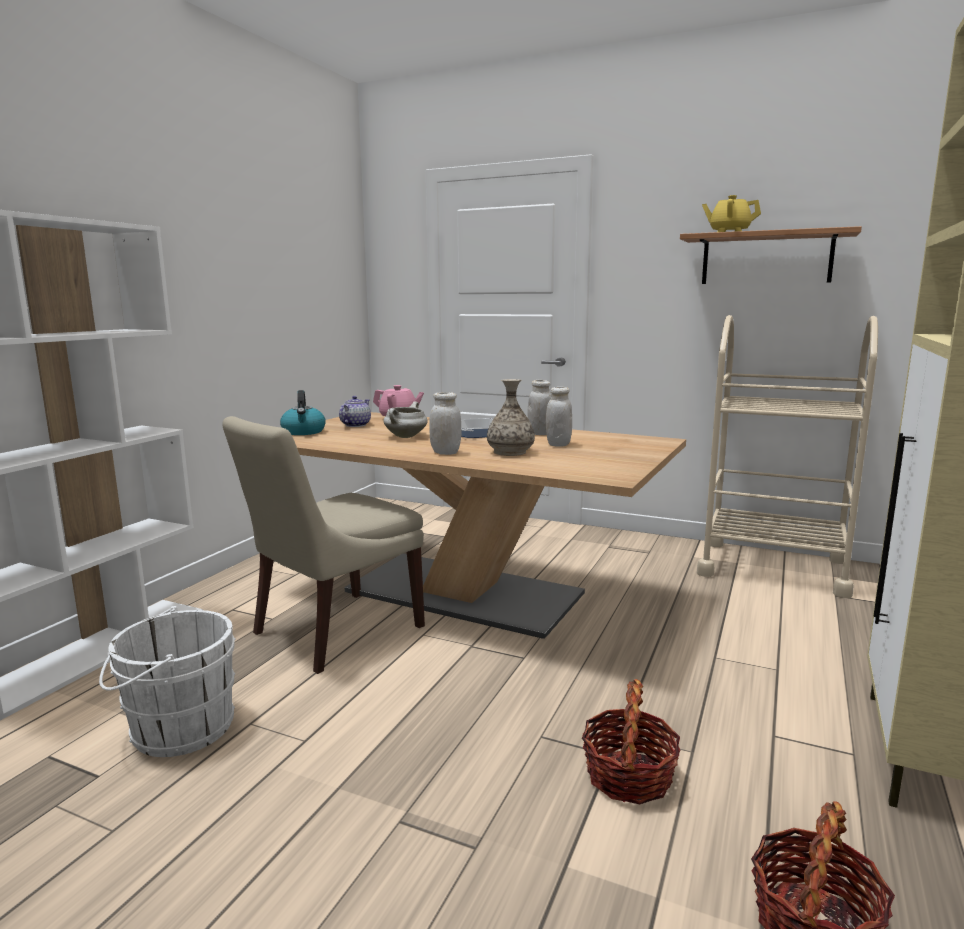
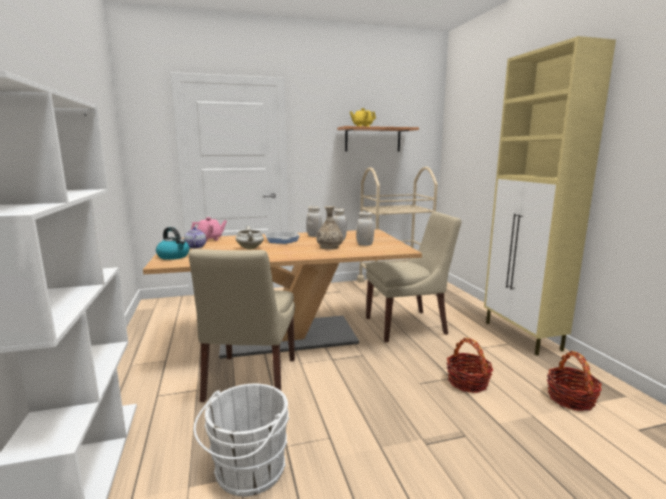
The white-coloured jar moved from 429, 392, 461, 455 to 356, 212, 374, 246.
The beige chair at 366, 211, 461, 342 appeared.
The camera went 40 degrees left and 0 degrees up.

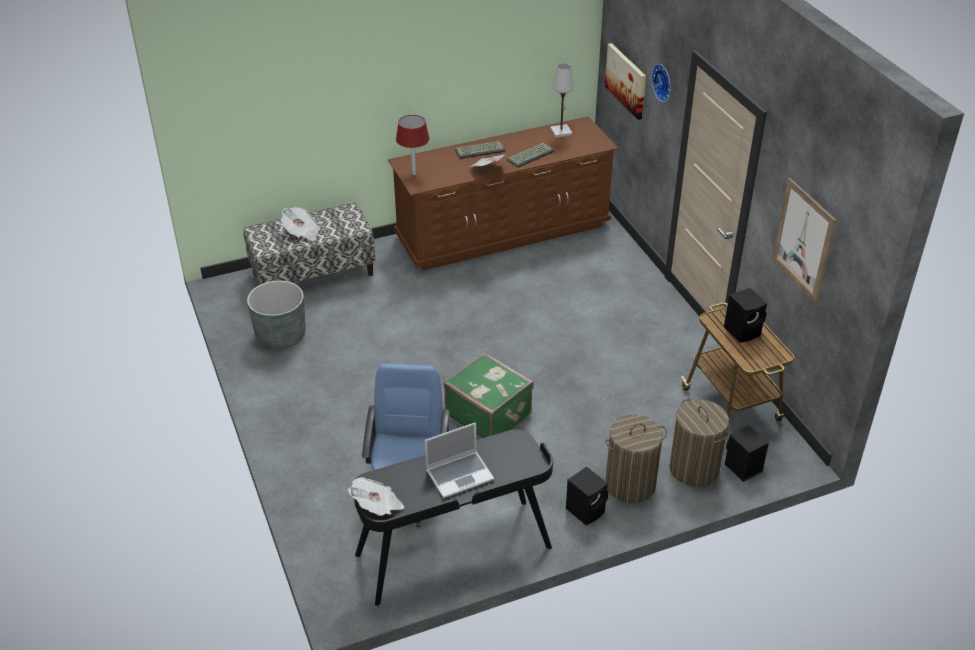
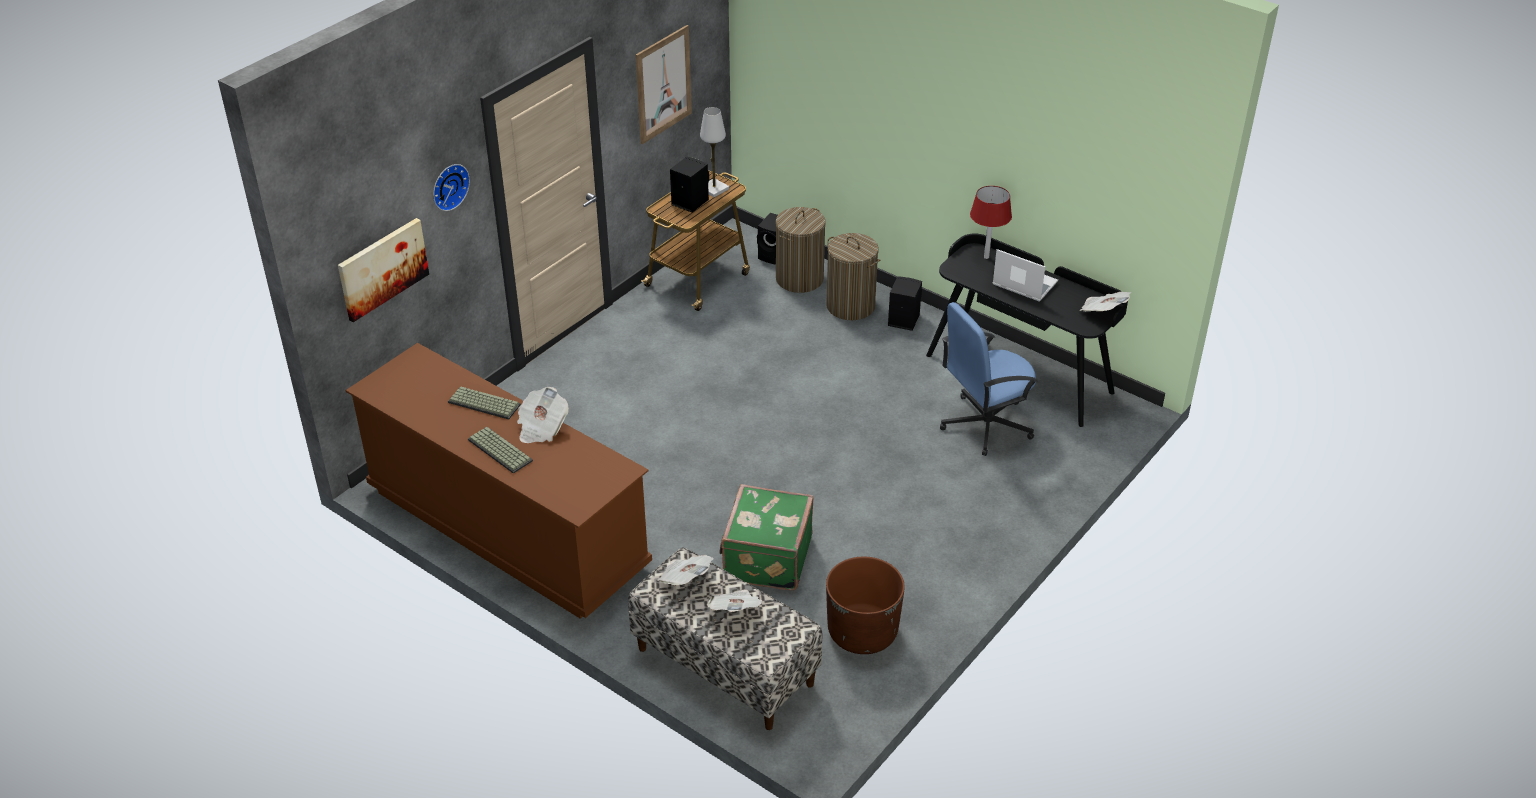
The white-coloured tabletop lamp moved from 550, 63, 574, 138 to 700, 107, 729, 197.
The reddish tabletop lamp moved from 396, 115, 430, 175 to 970, 186, 1012, 259.
The gray flower pot at 247, 281, 306, 349 became the brownish flower pot at 826, 557, 905, 654.
The greenish travel case moved from 444, 352, 534, 438 to 720, 484, 814, 591.
The daily paper at 657, 555, 713, 585 appeared.
The camera went 120 degrees left and 0 degrees up.

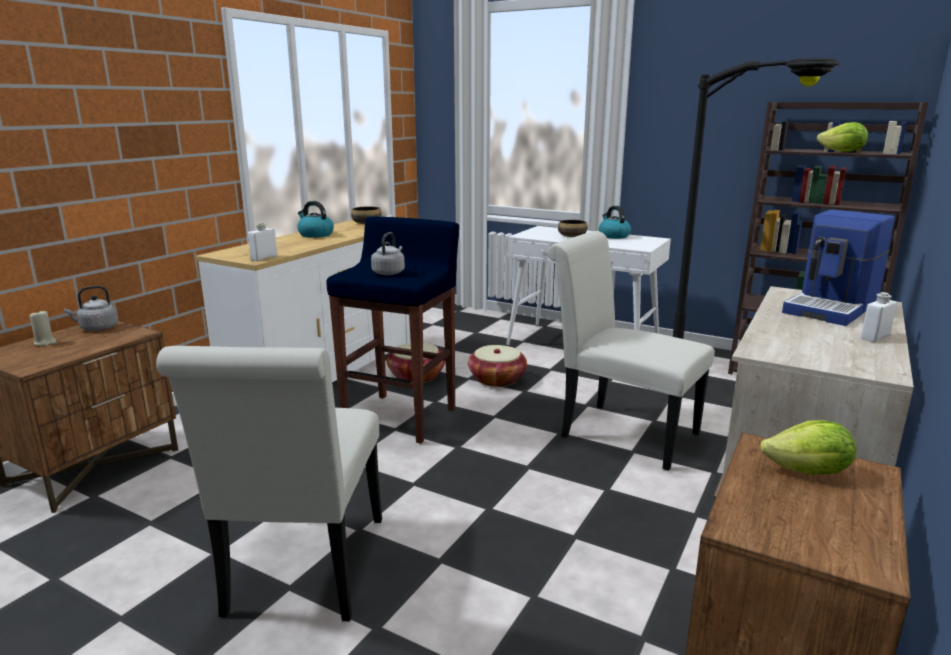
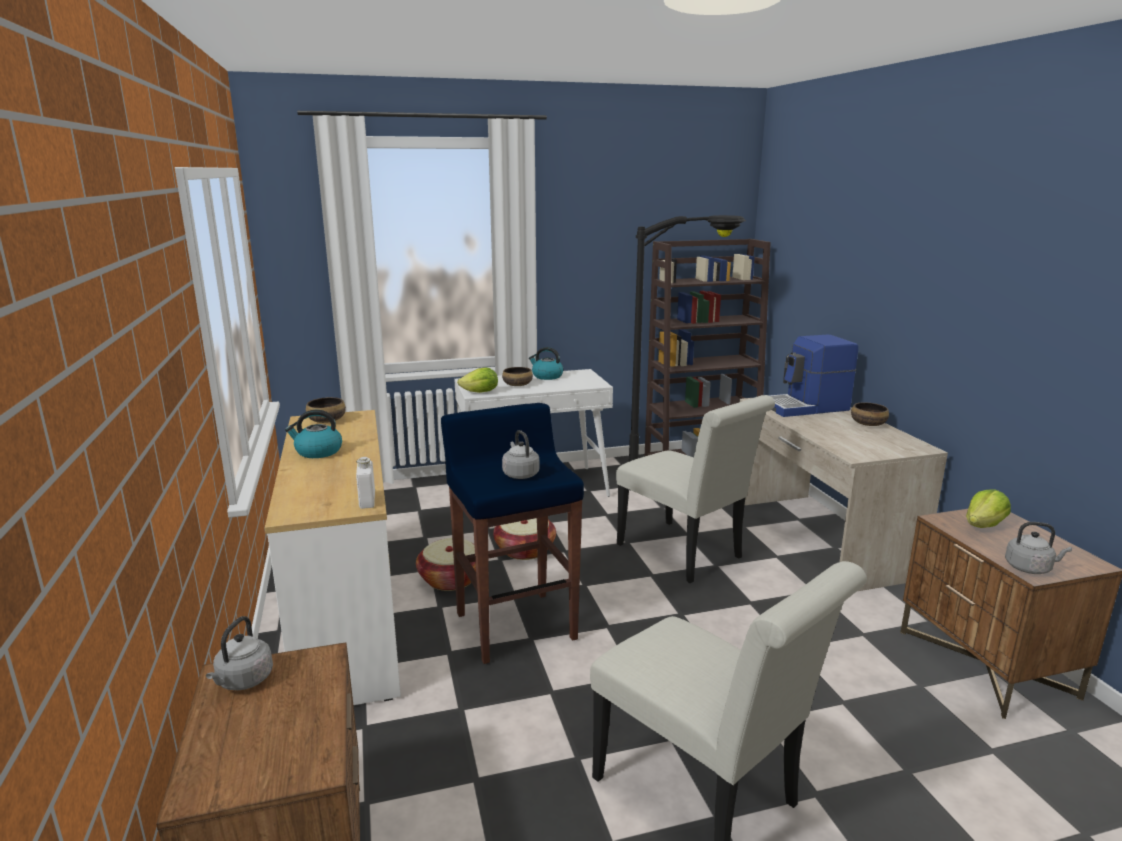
The head of lettuce moved from 817, 122, 868, 152 to 457, 367, 498, 393.
The coffee machine at 782, 210, 895, 326 turned 75 degrees clockwise.
The white-coloured chair at 547, 231, 715, 471 turned 120 degrees counterclockwise.
The white-coloured bottle at 861, 292, 897, 342 was replaced by the deep dish at 851, 402, 889, 426.
The beige wax light at 29, 311, 56, 346 disappeared.
The gray water kettle at 1005, 522, 1072, 574 appeared.
The camera went 45 degrees left and 0 degrees up.

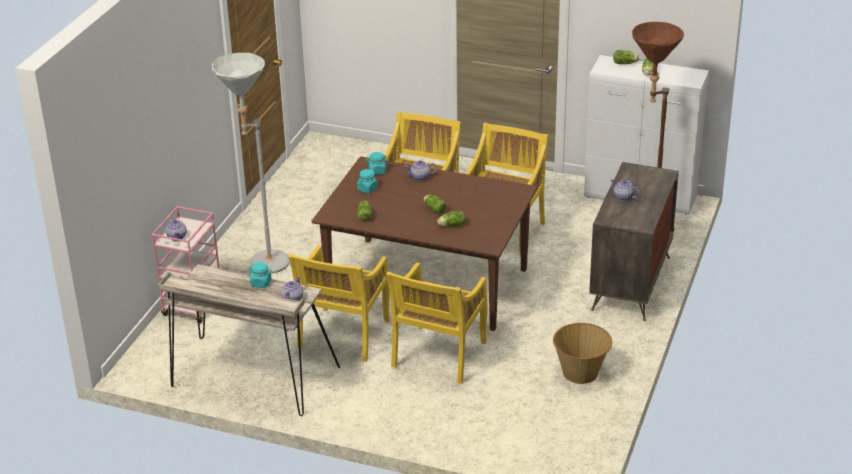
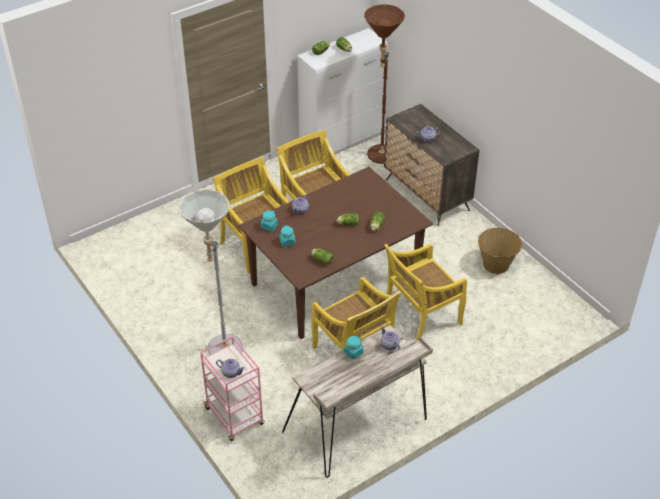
The yellow chair at 386, 262, 488, 384 turned 90 degrees clockwise.
The camera went 55 degrees left and 10 degrees up.

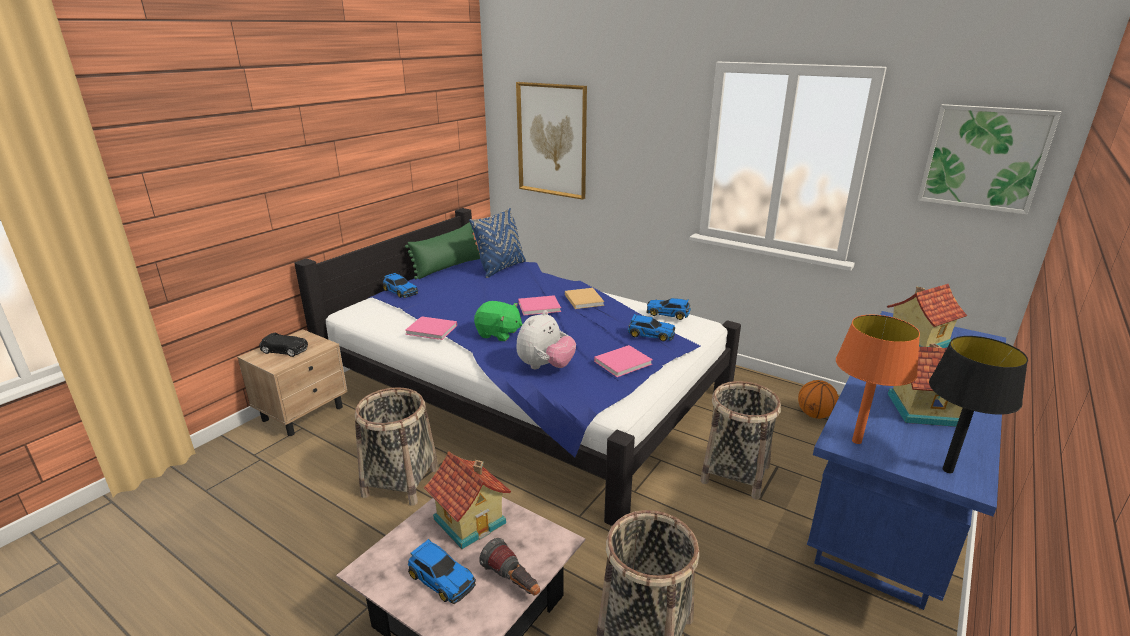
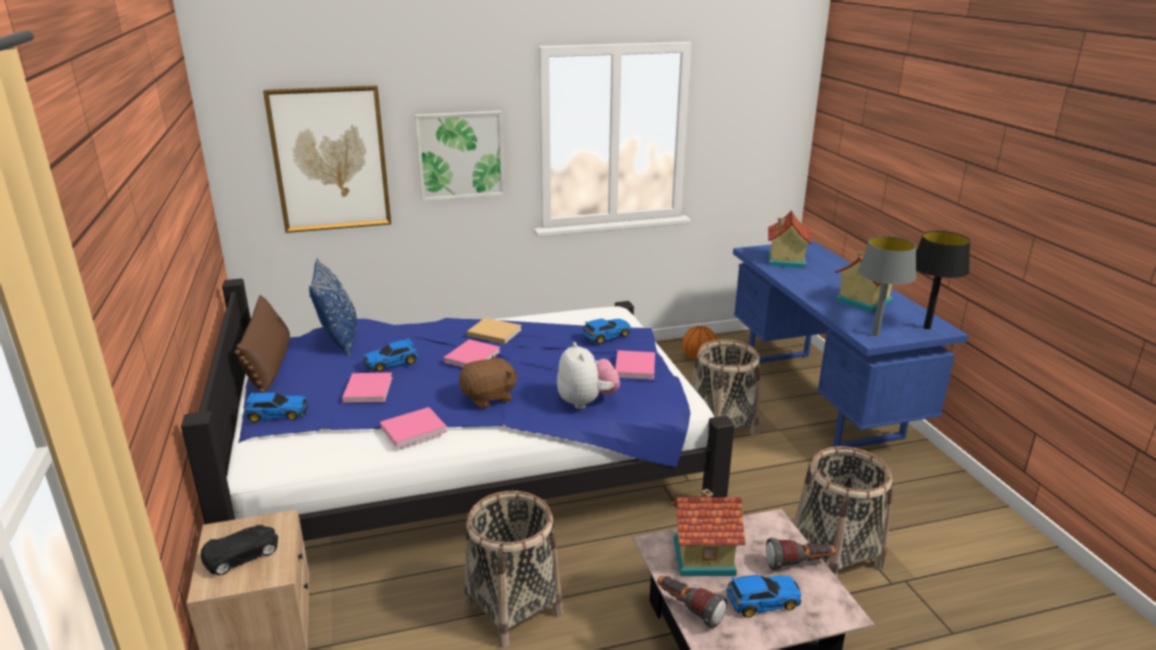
The wall picture moved from 917, 104, 1061, 215 to 415, 111, 505, 201.
The greenish throw pillow at 405, 222, 480, 279 became the brownish throw pillow at 234, 295, 290, 393.
The miniature car moved from 646, 298, 691, 320 to 364, 338, 418, 372.
The greenish plush toy at 474, 301, 523, 341 became the brownish plush toy at 459, 355, 518, 409.
The orangey tabletop lamp at 836, 315, 920, 444 became the gray tabletop lamp at 858, 236, 916, 336.
The pink volume at 342, 372, 393, 403 appeared.
The flashlight at 657, 576, 728, 629 appeared.
The camera went 50 degrees left and 0 degrees up.

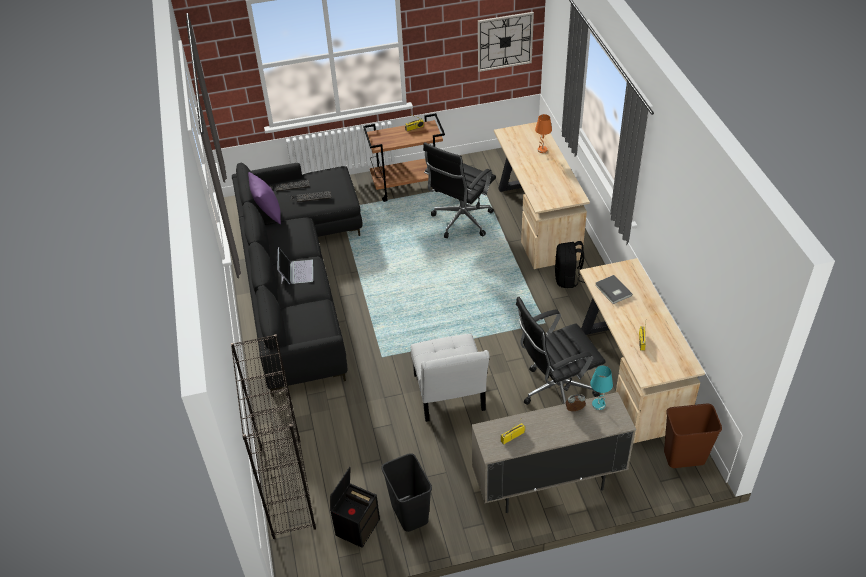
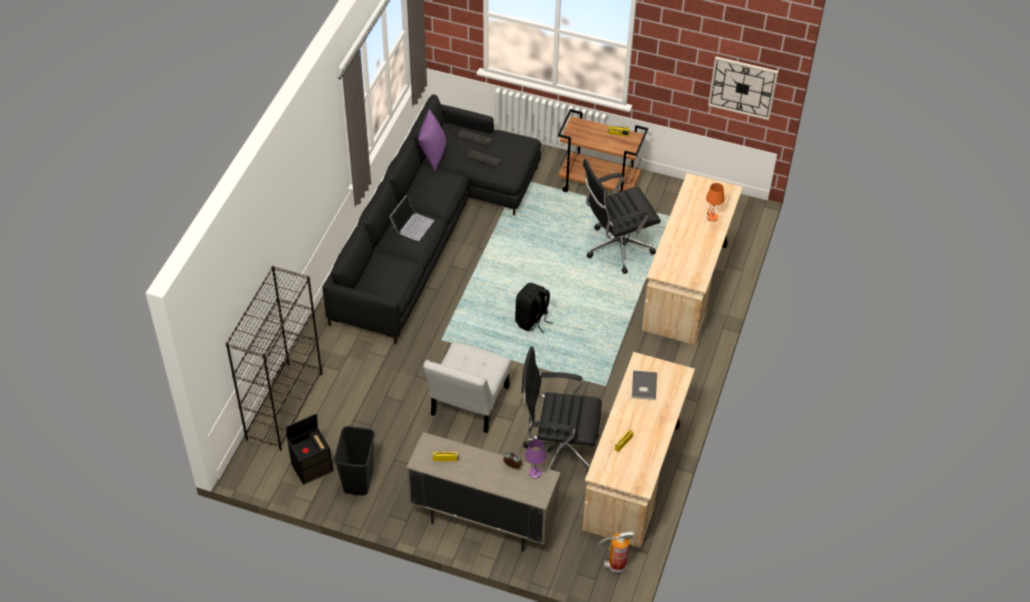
The blackish rucksack moved from 555, 241, 585, 288 to 515, 283, 553, 334.
The turquoise tabletop lamp at 590, 366, 613, 410 became the purplish tabletop lamp at 525, 439, 547, 479.
The brownish rubbish bin at 664, 404, 722, 468 was replaced by the fire-fighting cylinder at 599, 531, 634, 573.
The camera went 30 degrees right and 5 degrees up.

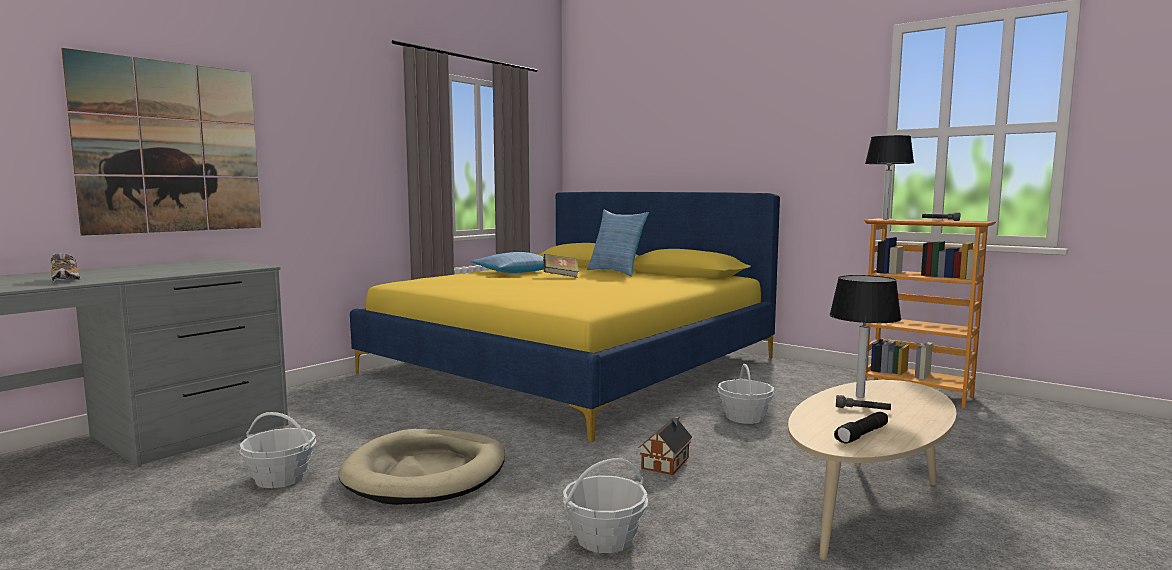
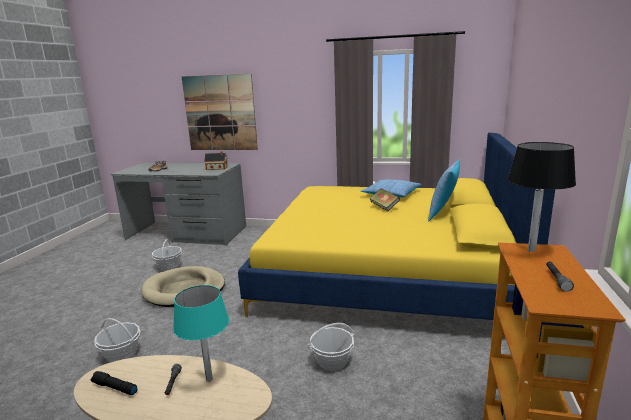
The blackish tabletop lamp at 829, 275, 901, 398 became the turquoise tabletop lamp at 173, 285, 229, 382.
The miniature house moved from 639, 416, 692, 475 to 204, 152, 228, 170.
The camera went 65 degrees right and 10 degrees up.

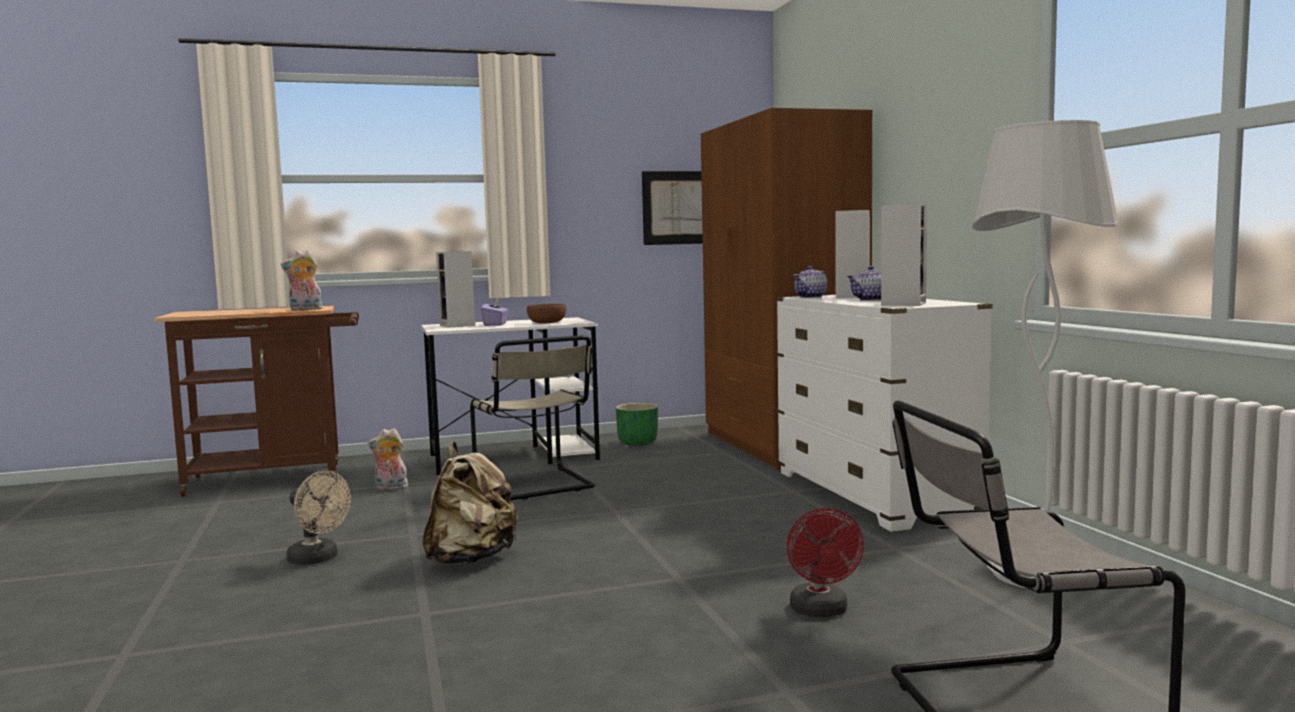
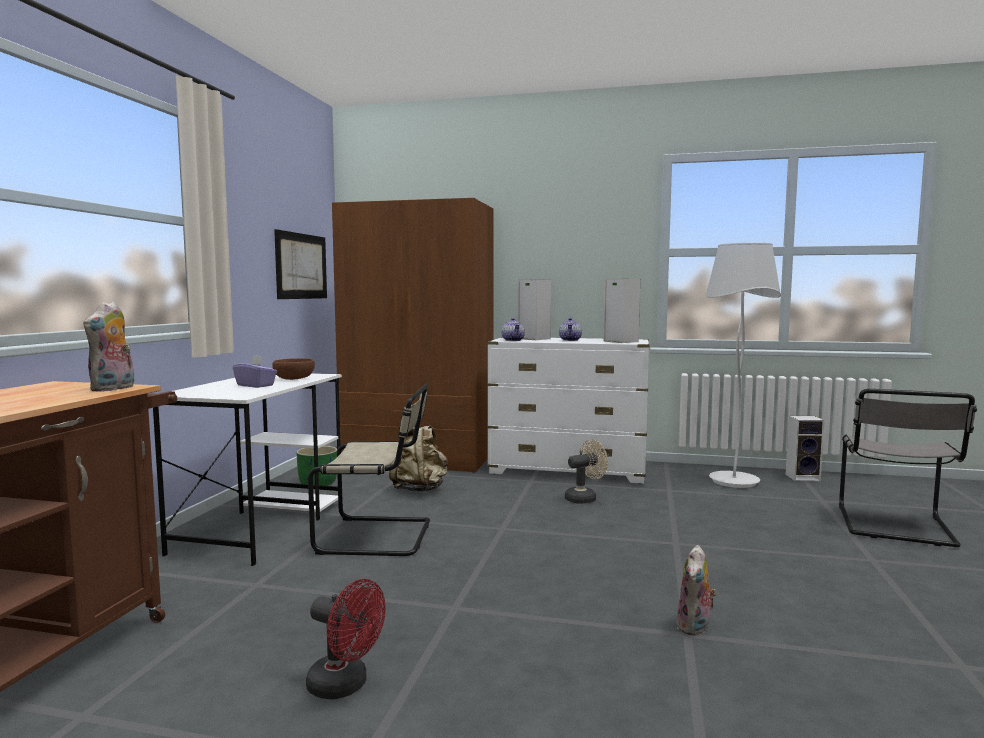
The audio speaker moved from 436, 251, 475, 328 to 786, 416, 825, 481.
The plush toy moved from 368, 428, 408, 490 to 677, 545, 717, 636.
The beige rucksack moved from 422, 442, 518, 565 to 389, 426, 448, 492.
The beige fan moved from 286, 471, 351, 565 to 565, 439, 608, 504.
The reddish fan moved from 787, 508, 864, 617 to 306, 579, 385, 700.
The camera went 60 degrees left and 0 degrees up.

